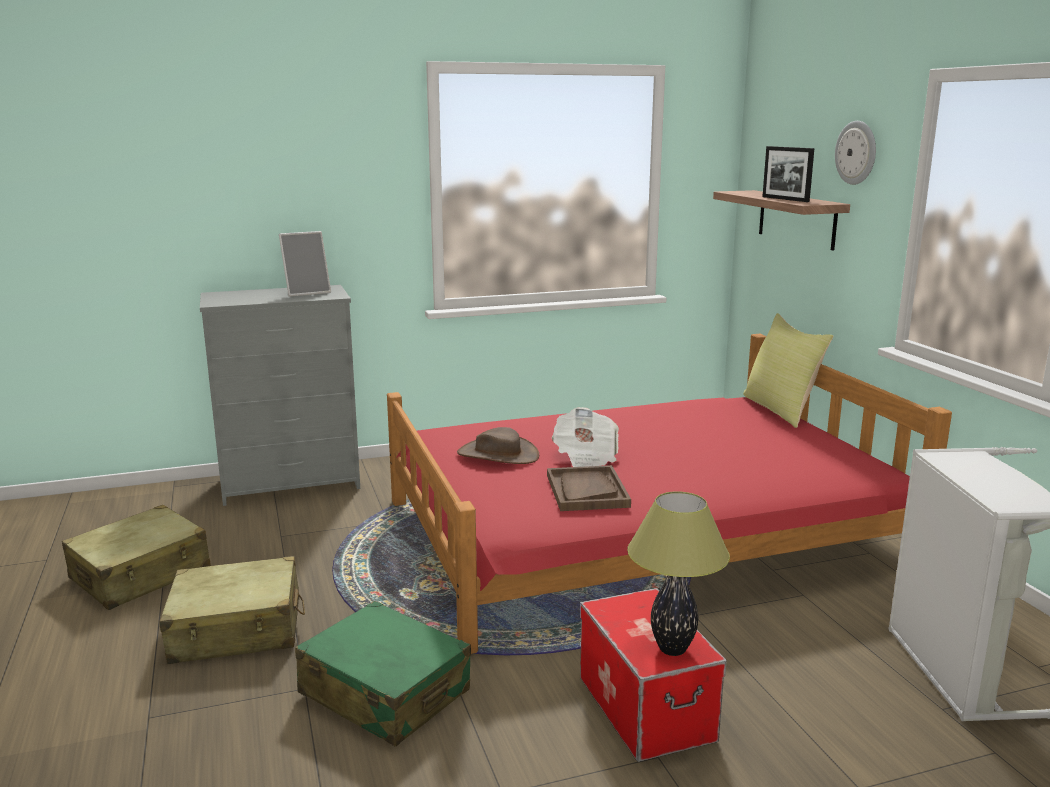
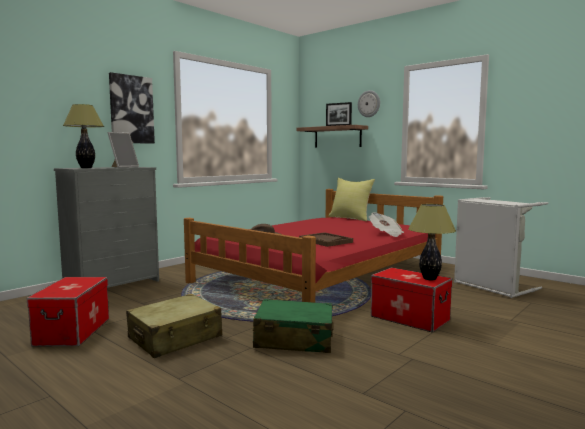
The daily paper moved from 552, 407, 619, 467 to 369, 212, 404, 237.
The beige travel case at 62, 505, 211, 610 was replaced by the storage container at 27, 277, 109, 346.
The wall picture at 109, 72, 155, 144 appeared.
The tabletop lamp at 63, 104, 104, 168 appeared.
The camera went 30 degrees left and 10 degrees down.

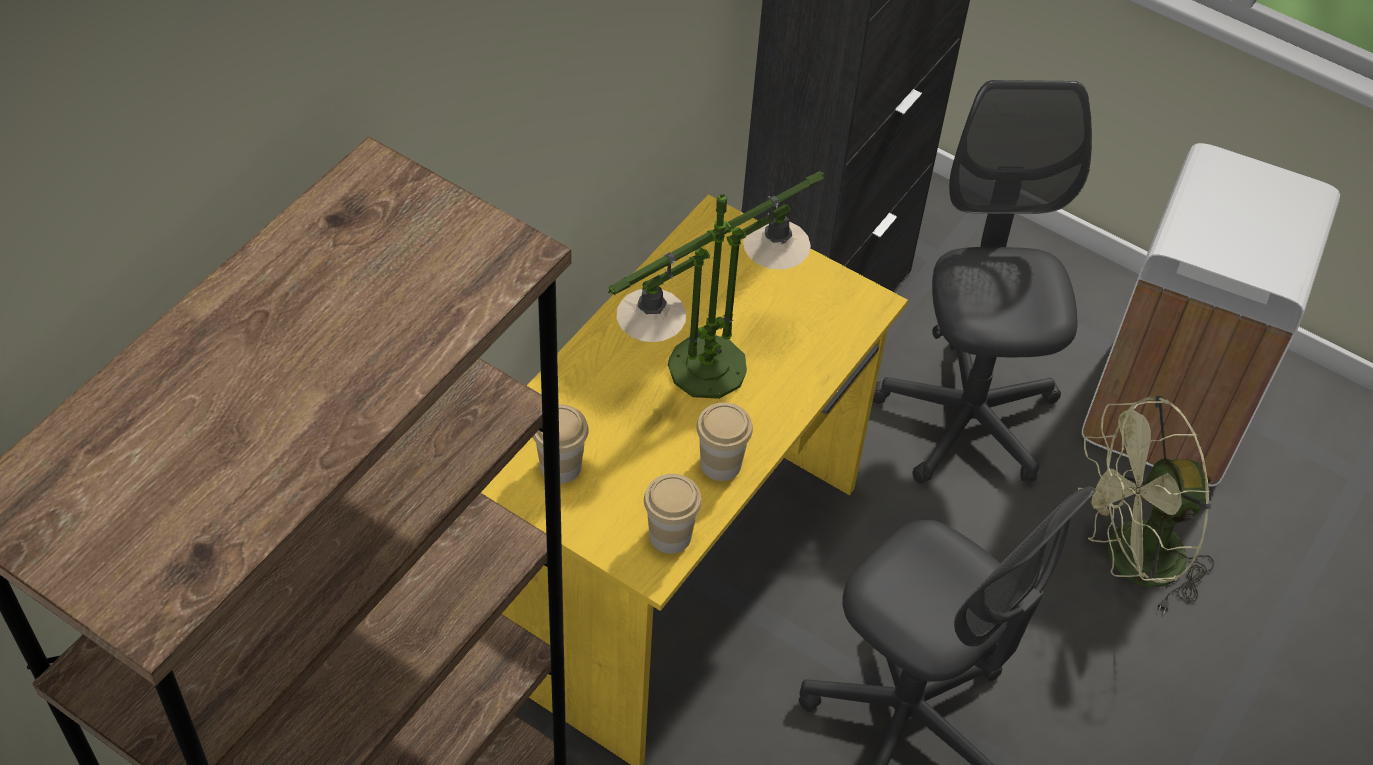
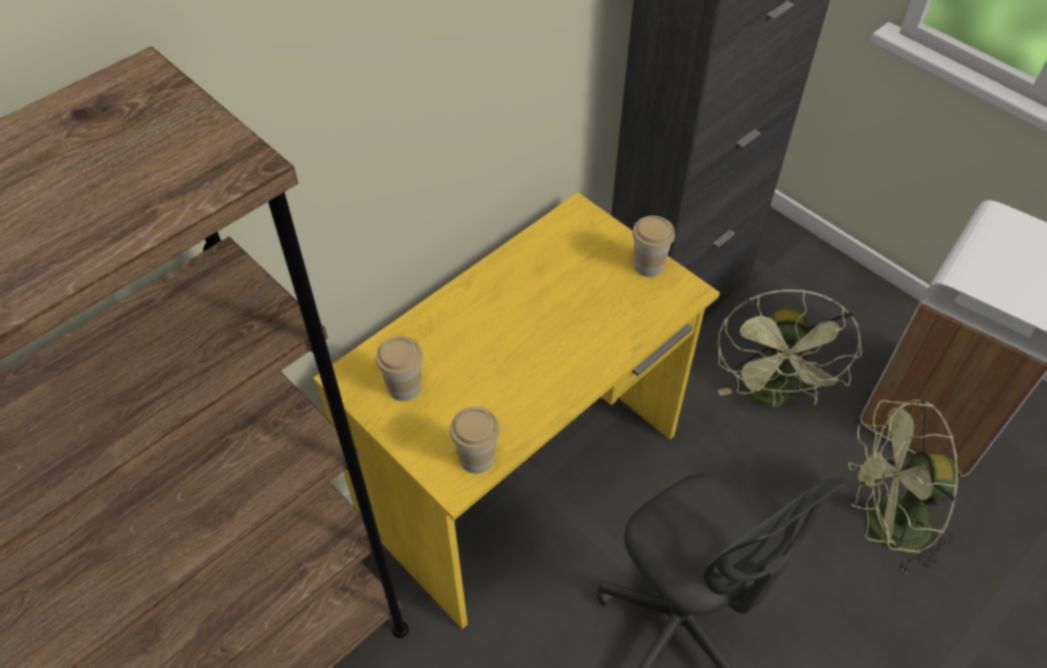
The gray office chair at 873, 80, 1092, 484 was replaced by the greenish fan at 717, 290, 862, 407.
The tabletop lamp at 608, 171, 825, 399 disappeared.
The cup moved from 697, 402, 753, 481 to 632, 216, 675, 277.
The camera went 15 degrees right and 0 degrees up.

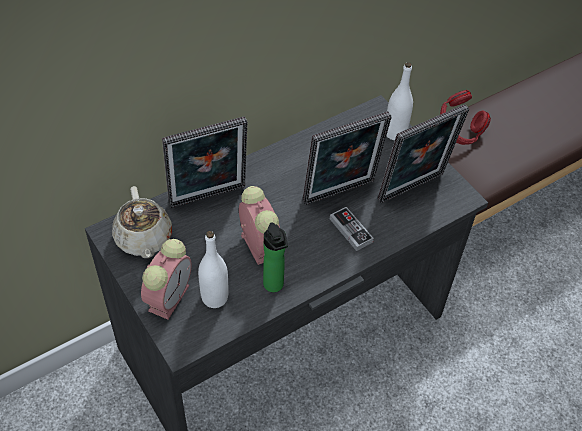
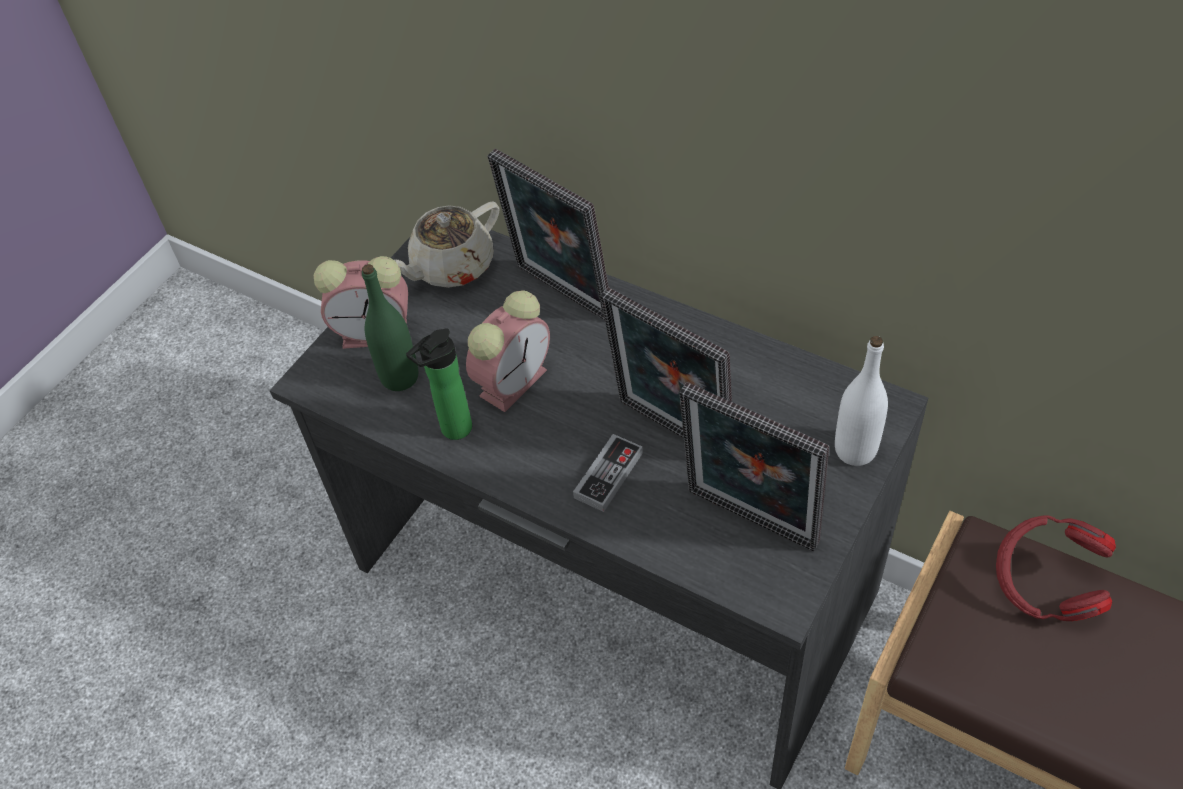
The white-coloured bottle at 198, 231, 229, 308 became the greenish bottle at 362, 264, 418, 391.
The camera went 70 degrees right and 0 degrees up.

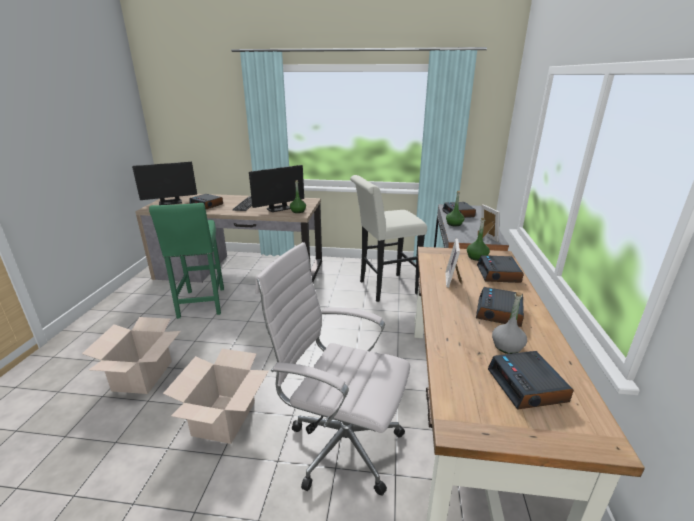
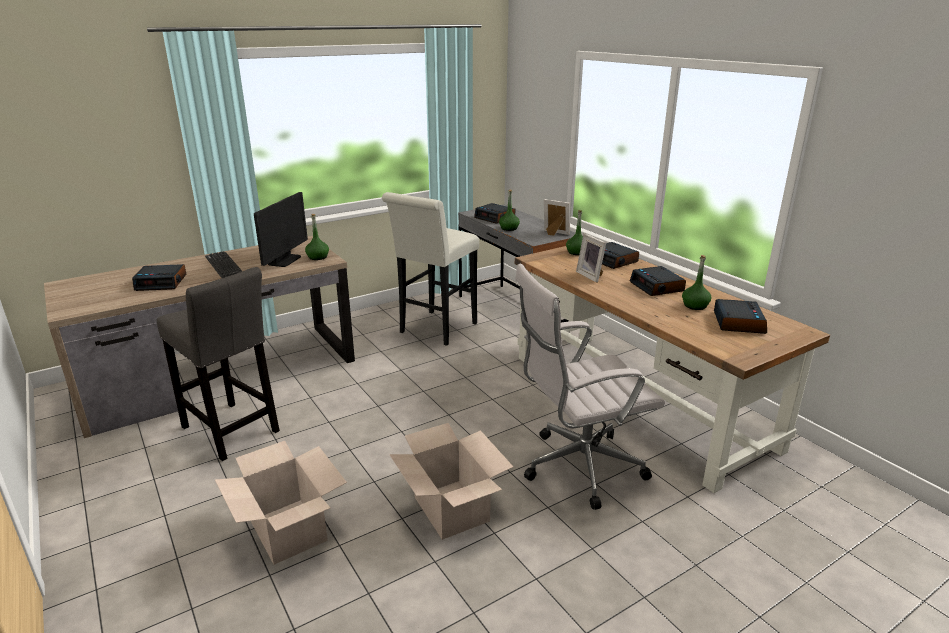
The computer display at 132, 162, 197, 205 disappeared.
The greenish stool at 149, 203, 224, 319 became the gray stool at 157, 267, 280, 461.
The gray bottle at 492, 292, 527, 354 became the greenish bottle at 682, 255, 712, 310.
The bedside clock at 488, 351, 574, 410 turned 120 degrees counterclockwise.
The camera went 40 degrees left and 0 degrees up.

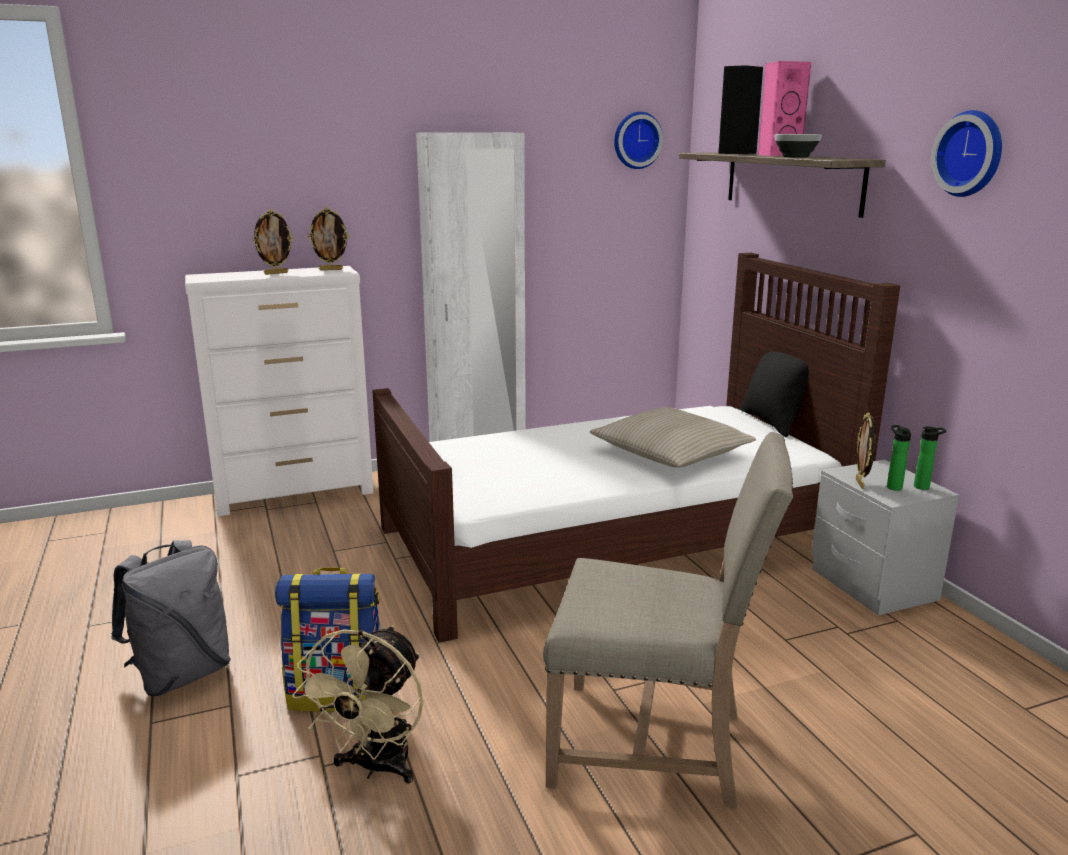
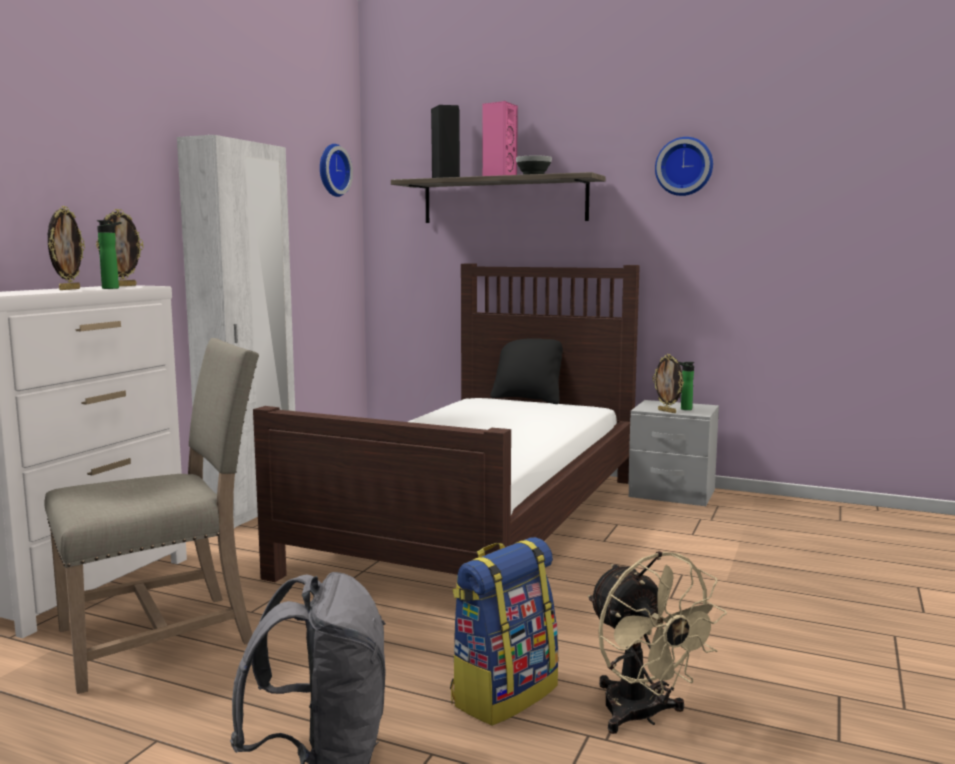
The beige throw pillow at 590, 407, 756, 468 disappeared.
The bottle moved from 914, 426, 946, 490 to 97, 220, 122, 289.
The beige chair moved from 543, 432, 794, 808 to 44, 338, 259, 694.
The camera went 45 degrees left and 10 degrees down.

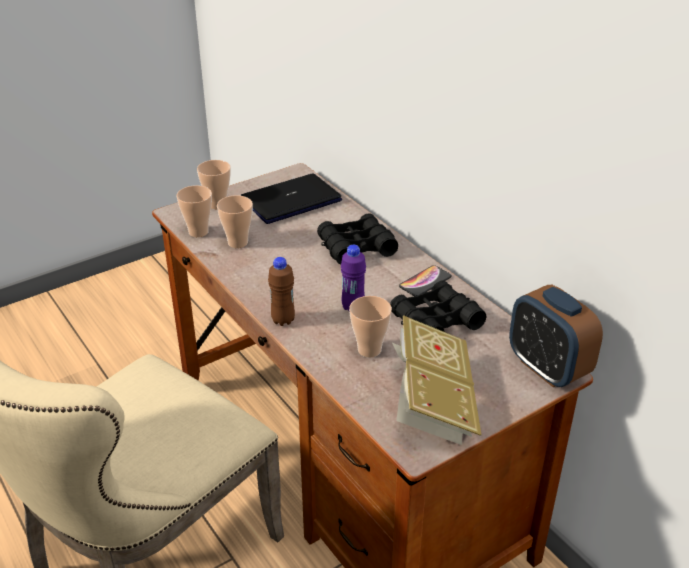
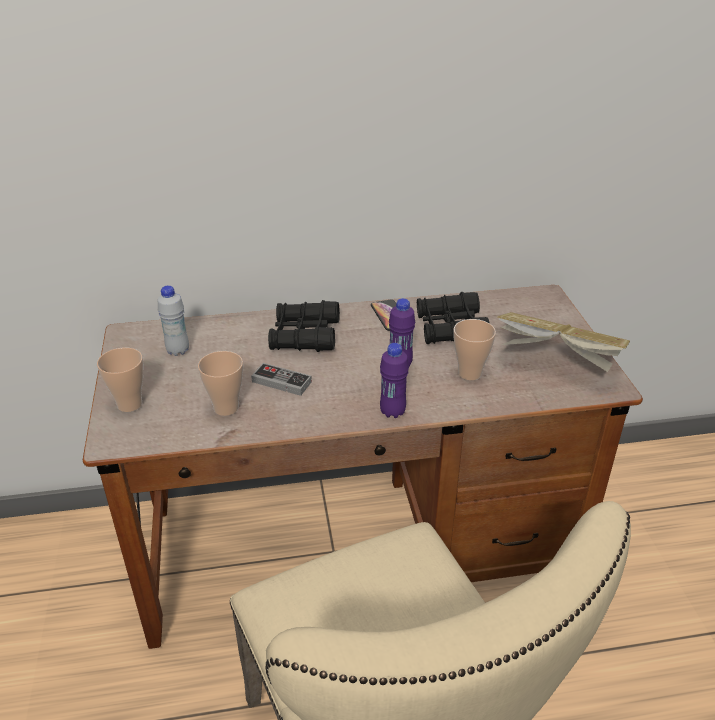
The laptop at 241, 173, 342, 224 was replaced by the white-coloured bottle at 158, 286, 189, 356.
The cup at 176, 185, 212, 237 disappeared.
The brownish bottle at 268, 257, 295, 326 became the purplish bottle at 380, 343, 409, 418.
The bedside clock at 509, 285, 603, 387 disappeared.
The game controller at 251, 363, 312, 396 appeared.
The camera went 65 degrees left and 0 degrees up.

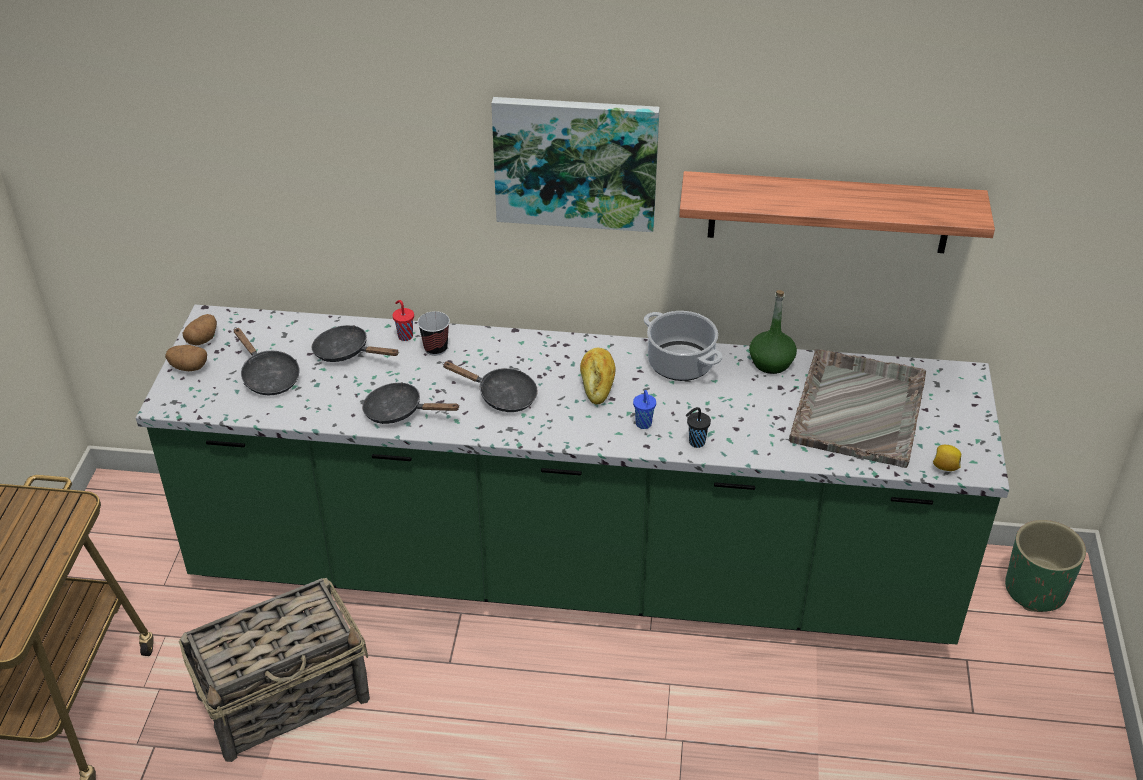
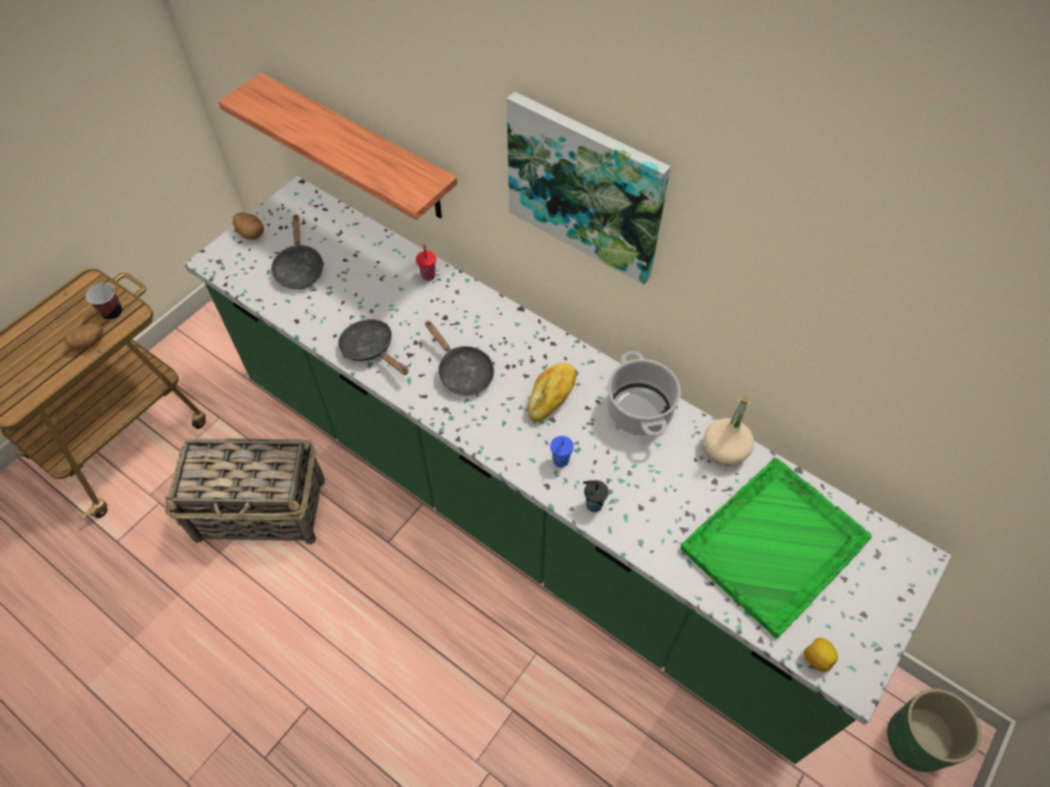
The bracket shelf moved from 679, 171, 995, 253 to 218, 73, 457, 220.
The greenish bottle at 749, 290, 797, 374 became the beige bottle at 704, 396, 754, 465.
The cup moved from 418, 311, 450, 356 to 86, 283, 122, 321.
The whole potato moved from 183, 314, 217, 345 to 64, 323, 103, 350.
The blackish pan at 312, 325, 399, 362 disappeared.
The gray carrying tray at 789, 349, 926, 468 became the greenish carrying tray at 681, 457, 872, 638.
The camera went 30 degrees right and 15 degrees up.

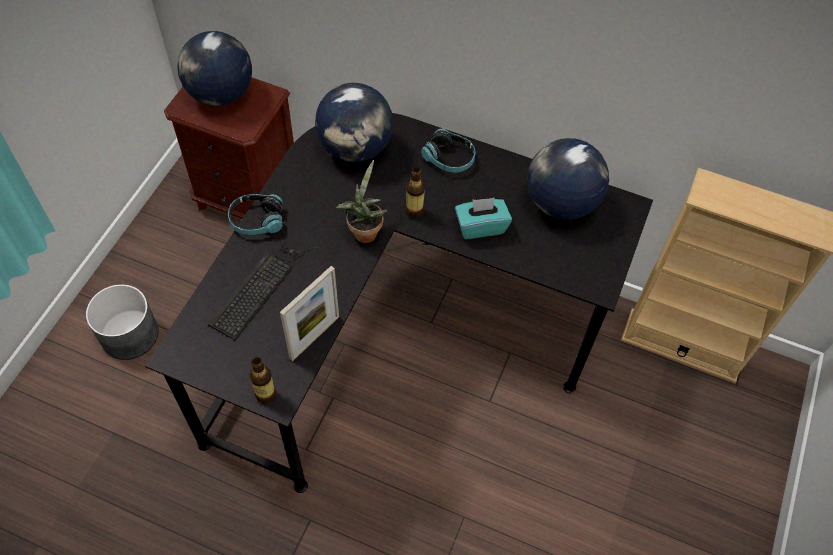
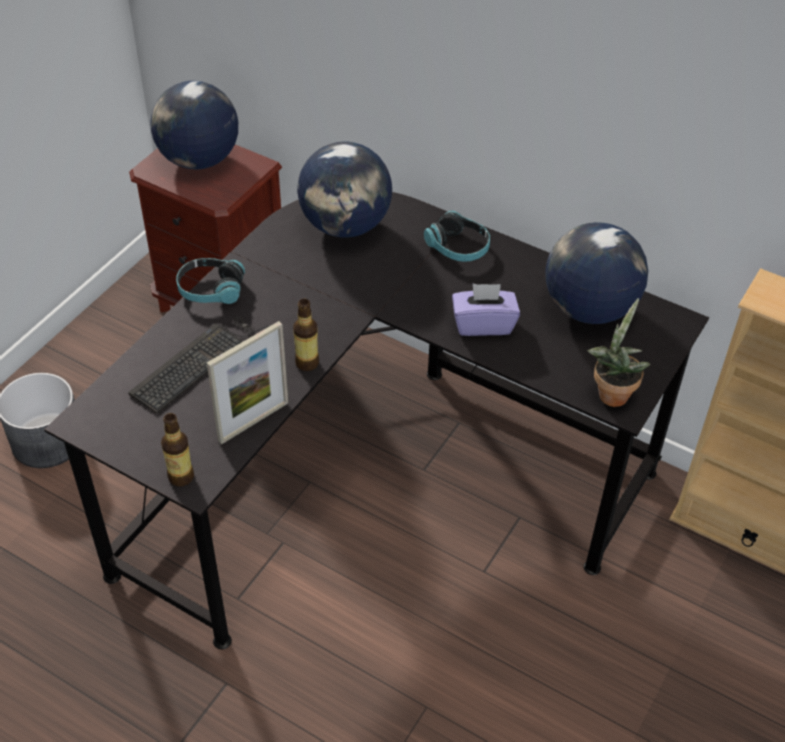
The houseplant moved from 336, 160, 387, 243 to 587, 298, 650, 407.
The bottle moved from 405, 167, 425, 218 to 293, 299, 319, 371.
The turquoise tissue box at 455, 198, 512, 239 became the purplish tissue box at 452, 284, 520, 336.
The camera went 10 degrees right and 10 degrees down.

